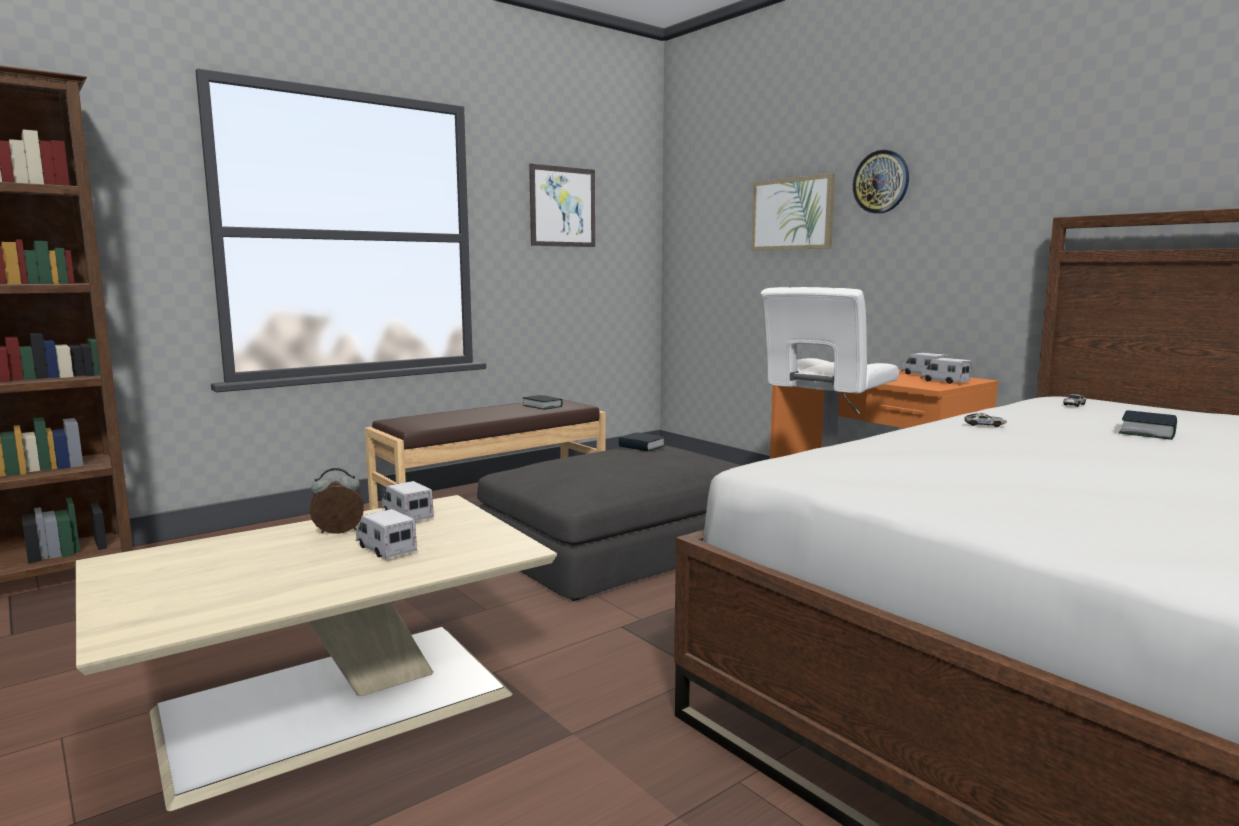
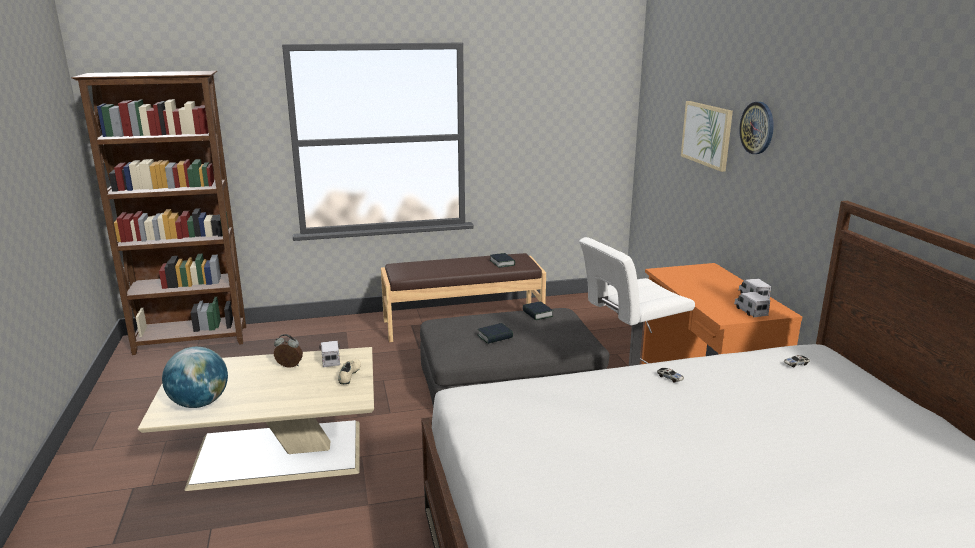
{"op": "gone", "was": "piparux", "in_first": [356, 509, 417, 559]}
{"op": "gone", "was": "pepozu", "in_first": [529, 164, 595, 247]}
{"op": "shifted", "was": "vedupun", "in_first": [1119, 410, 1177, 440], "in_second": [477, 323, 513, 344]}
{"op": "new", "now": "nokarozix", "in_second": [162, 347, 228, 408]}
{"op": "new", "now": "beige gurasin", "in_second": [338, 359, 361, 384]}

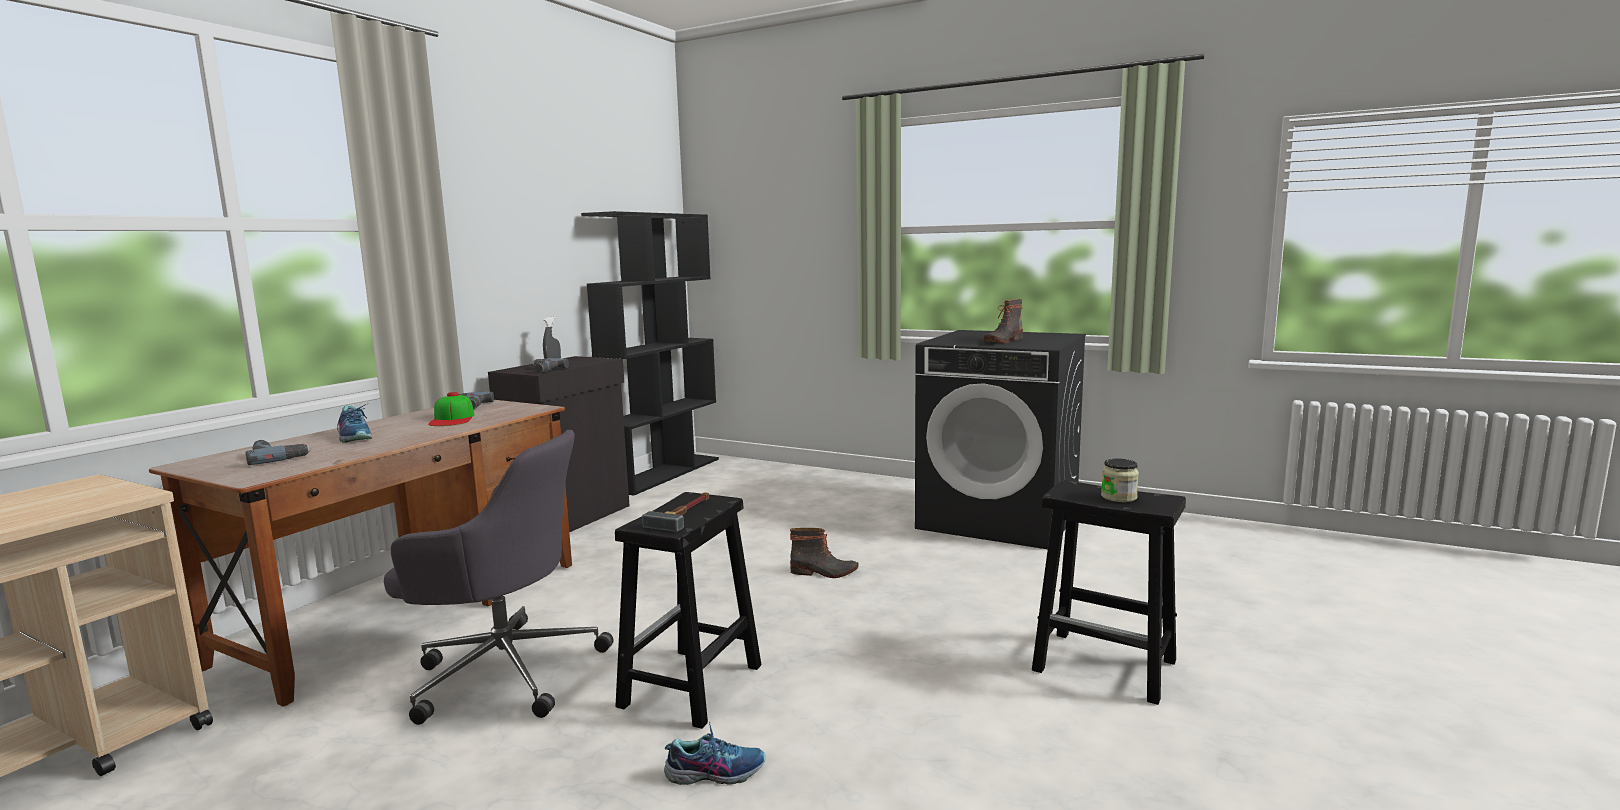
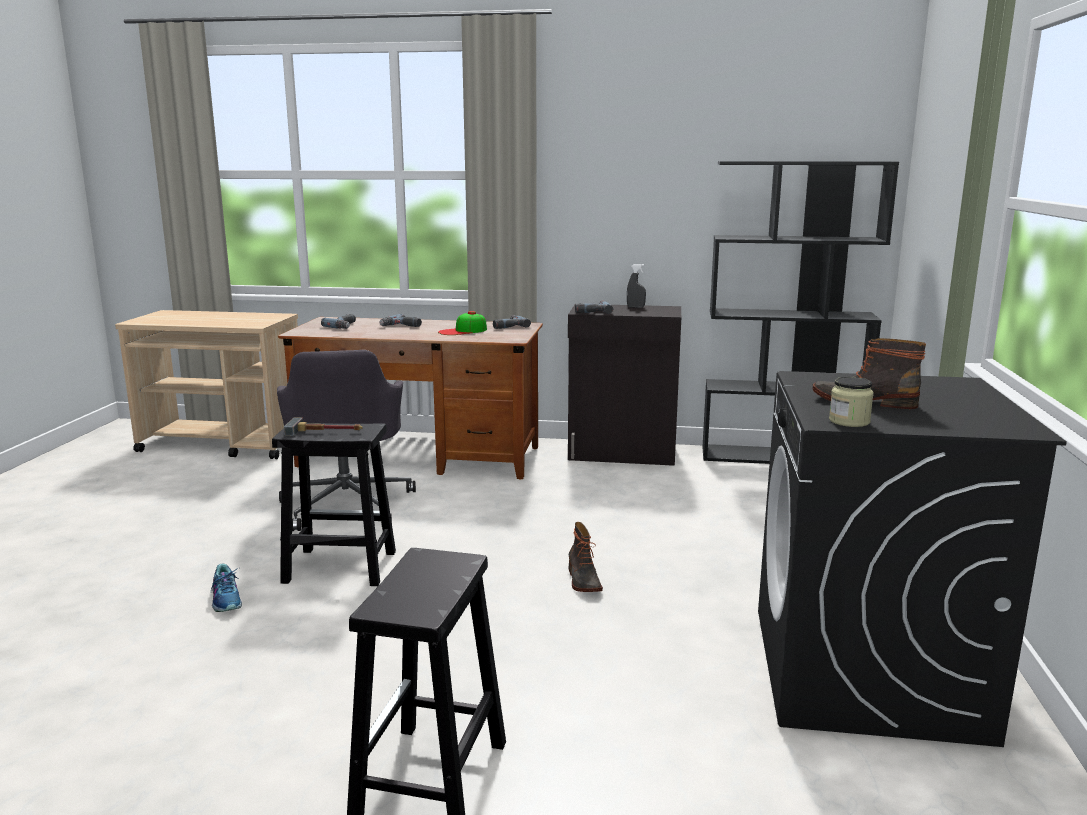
{"op": "swapped", "was": "gurasin", "now": "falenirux", "in_first": [337, 404, 372, 443], "in_second": [379, 314, 422, 327]}
{"op": "shifted", "was": "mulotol", "in_first": [1101, 458, 1139, 502], "in_second": [829, 377, 874, 427]}

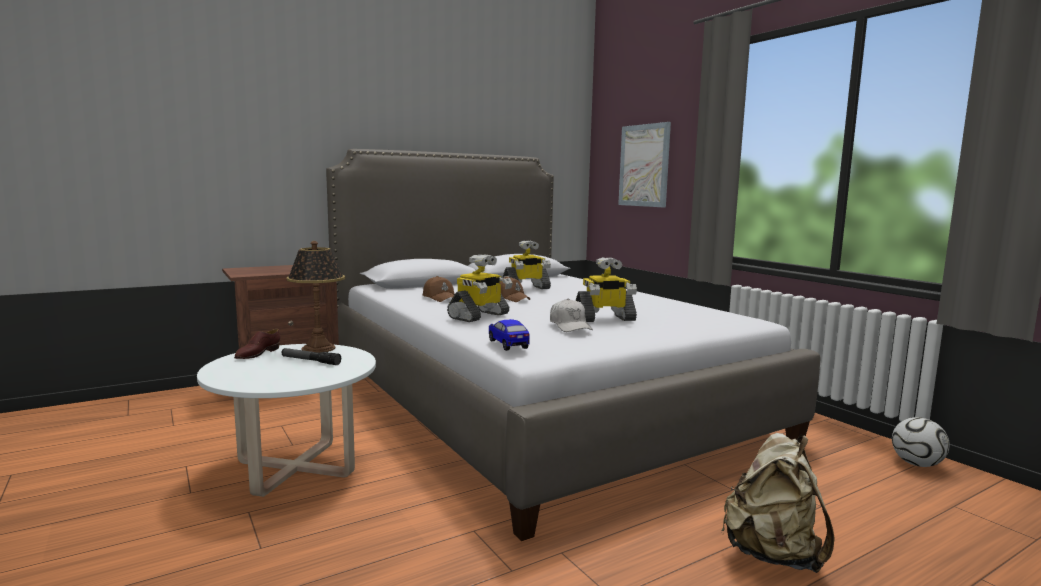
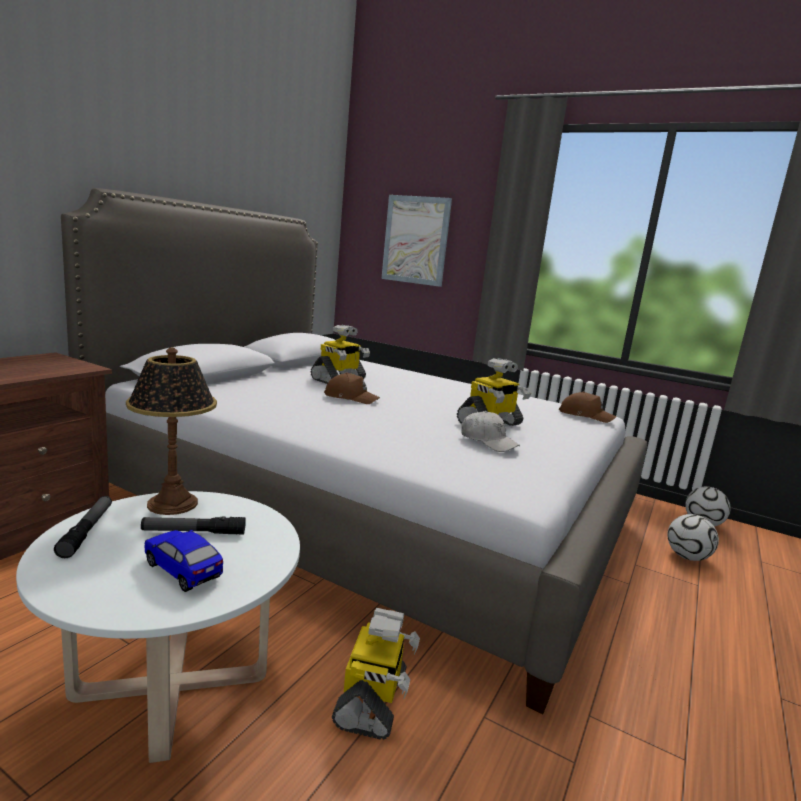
{"op": "swapped", "was": "brown gurasin", "now": "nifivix", "in_first": [234, 329, 280, 359], "in_second": [54, 496, 112, 558]}
{"op": "shifted", "was": "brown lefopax", "in_first": [423, 276, 455, 302], "in_second": [559, 392, 616, 423]}
{"op": "shifted", "was": "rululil", "in_first": [447, 254, 513, 322], "in_second": [332, 608, 420, 740]}
{"op": "shifted", "was": "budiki", "in_first": [489, 319, 530, 351], "in_second": [144, 530, 223, 592]}
{"op": "gone", "was": "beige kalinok", "in_first": [721, 433, 835, 573]}
{"op": "new", "now": "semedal", "in_second": [667, 514, 719, 561]}

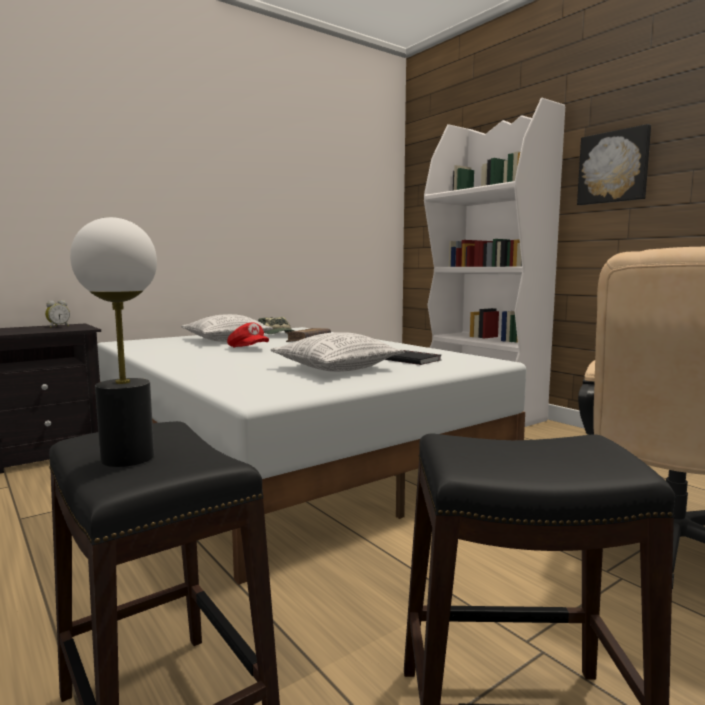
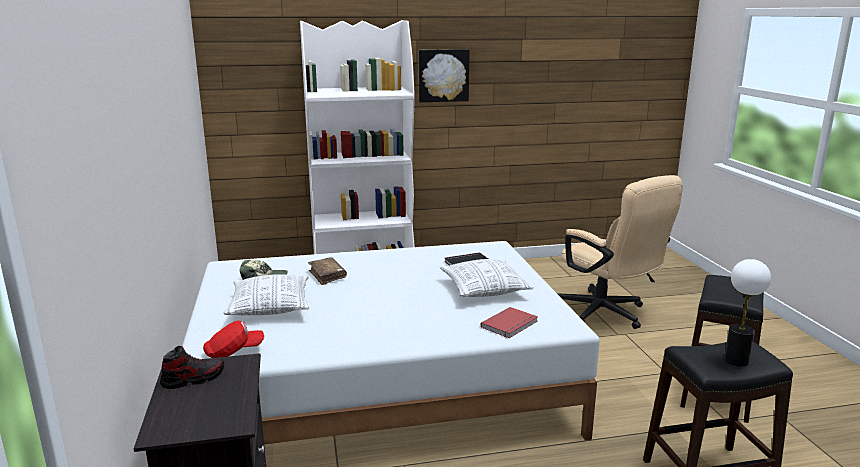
{"op": "swapped", "was": "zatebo", "now": "gurasin", "in_first": [45, 300, 70, 328], "in_second": [160, 346, 224, 389]}
{"op": "shifted", "was": "red lefopax", "in_first": [227, 322, 269, 348], "in_second": [203, 321, 264, 358]}
{"op": "new", "now": "red vedupun", "in_second": [481, 307, 538, 338]}

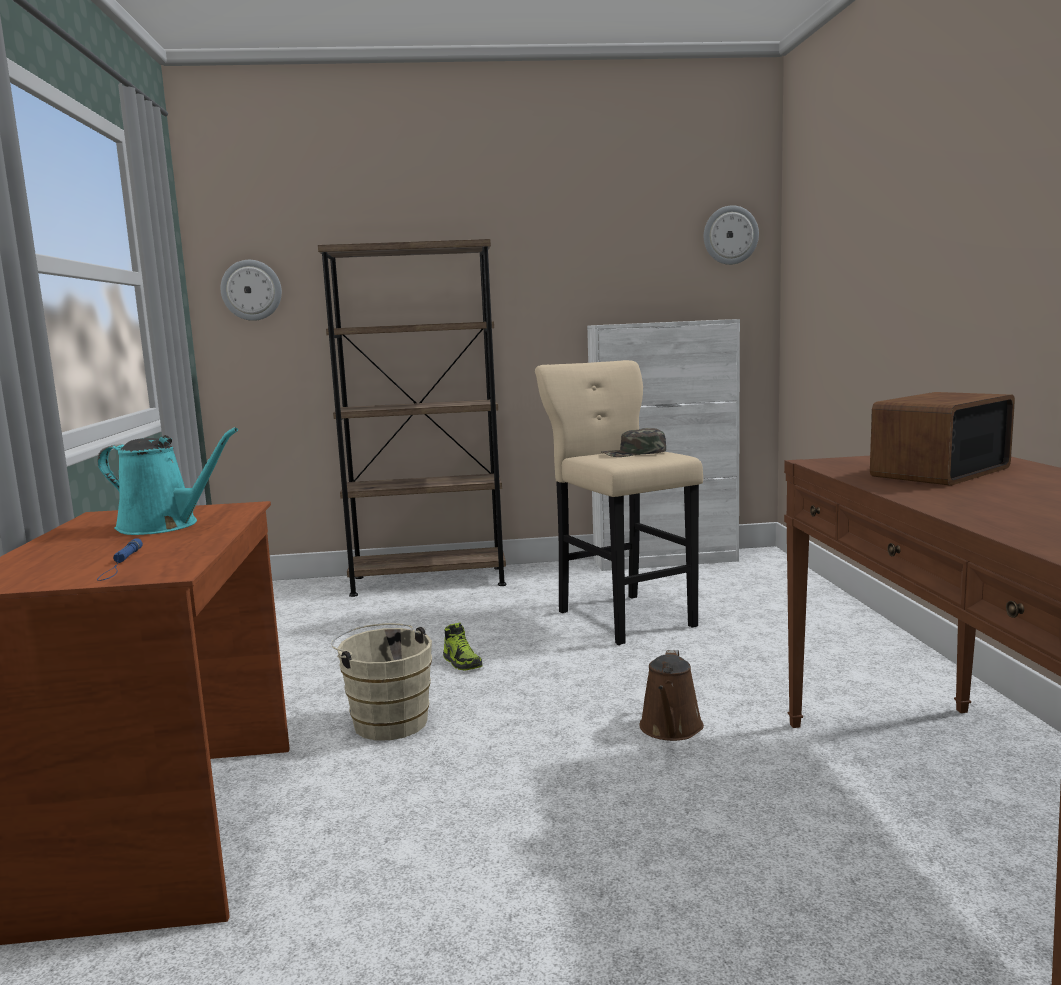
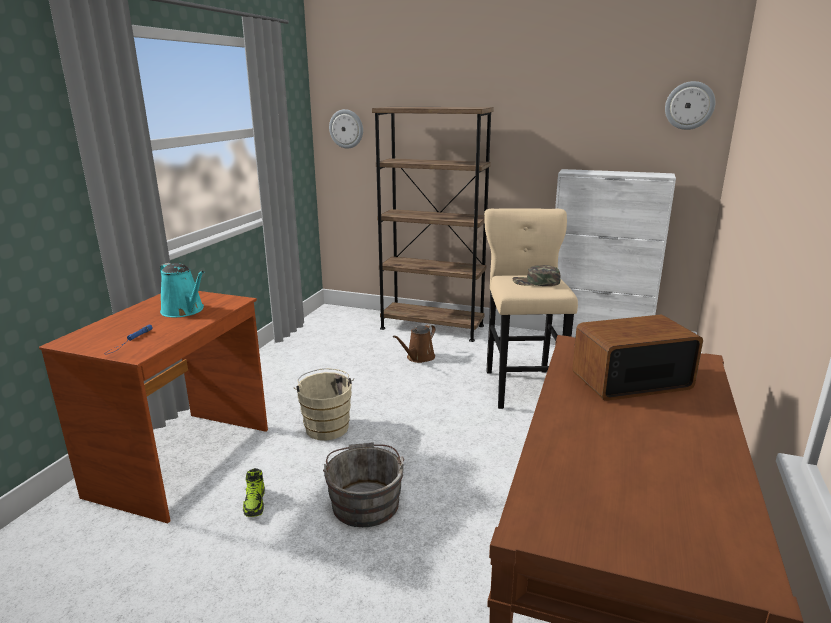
{"op": "shifted", "was": "gurasin", "in_first": [443, 623, 483, 671], "in_second": [243, 468, 265, 517]}
{"op": "shifted", "was": "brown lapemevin", "in_first": [639, 650, 704, 741], "in_second": [393, 324, 436, 363]}
{"op": "new", "now": "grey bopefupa", "in_second": [323, 443, 404, 527]}

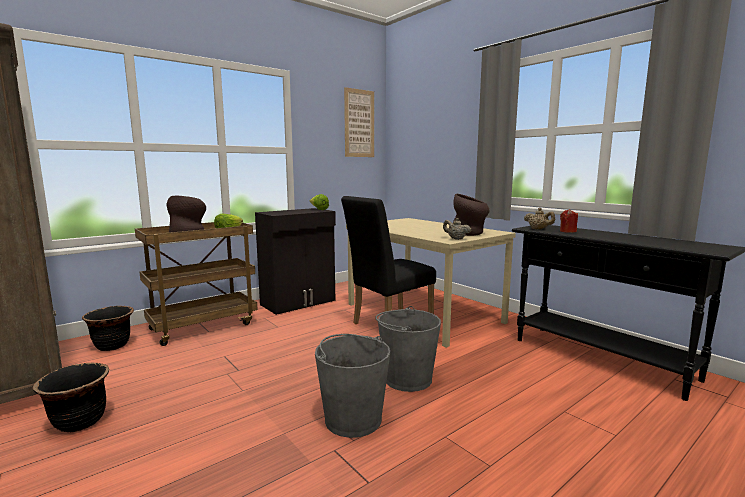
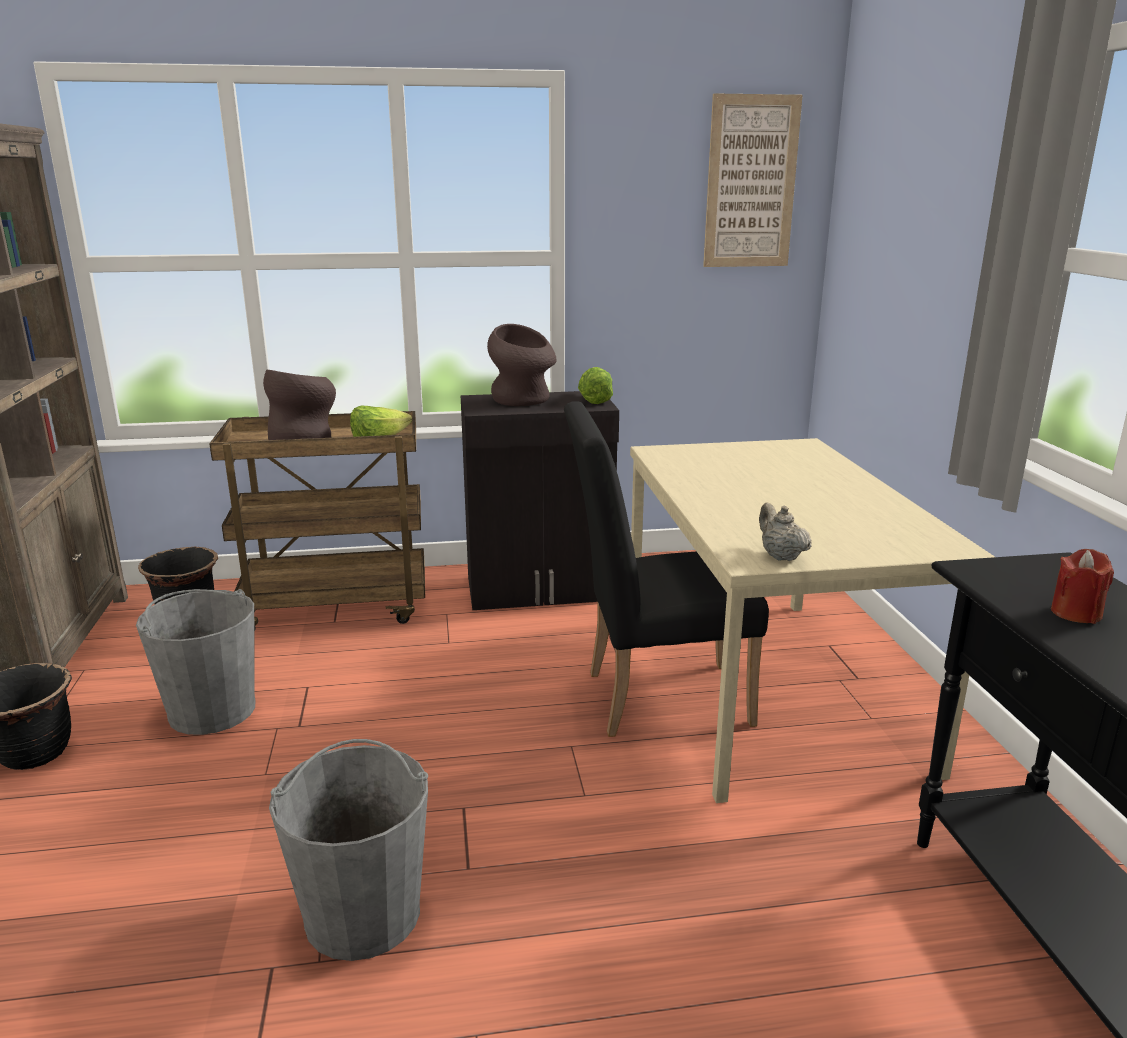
{"op": "shifted", "was": "grey bopefupa", "in_first": [376, 306, 441, 392], "in_second": [136, 589, 256, 735]}
{"op": "shifted", "was": "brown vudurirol", "in_first": [453, 194, 490, 236], "in_second": [487, 324, 557, 406]}
{"op": "gone", "was": "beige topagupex", "in_first": [524, 208, 555, 229]}

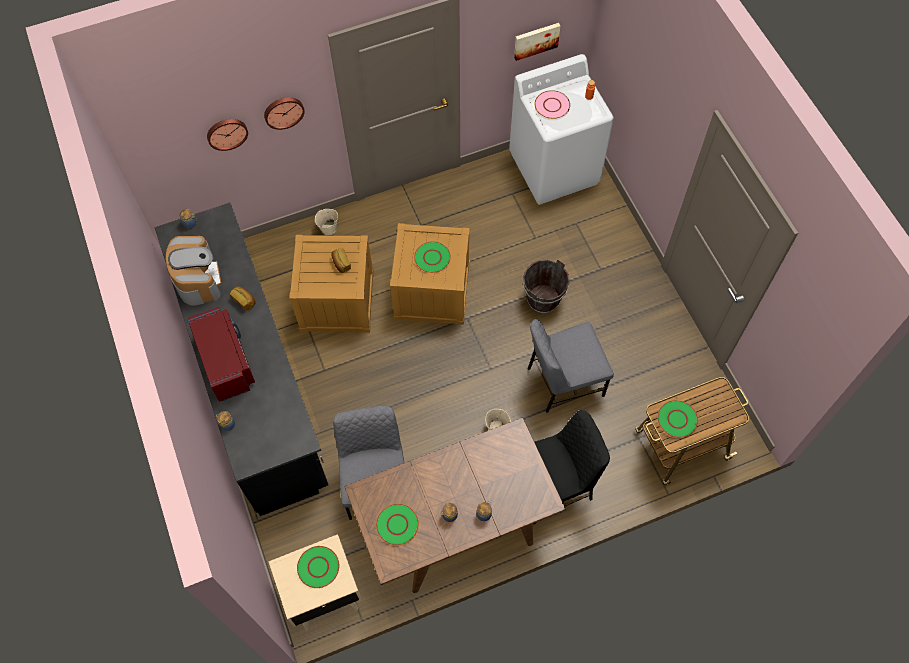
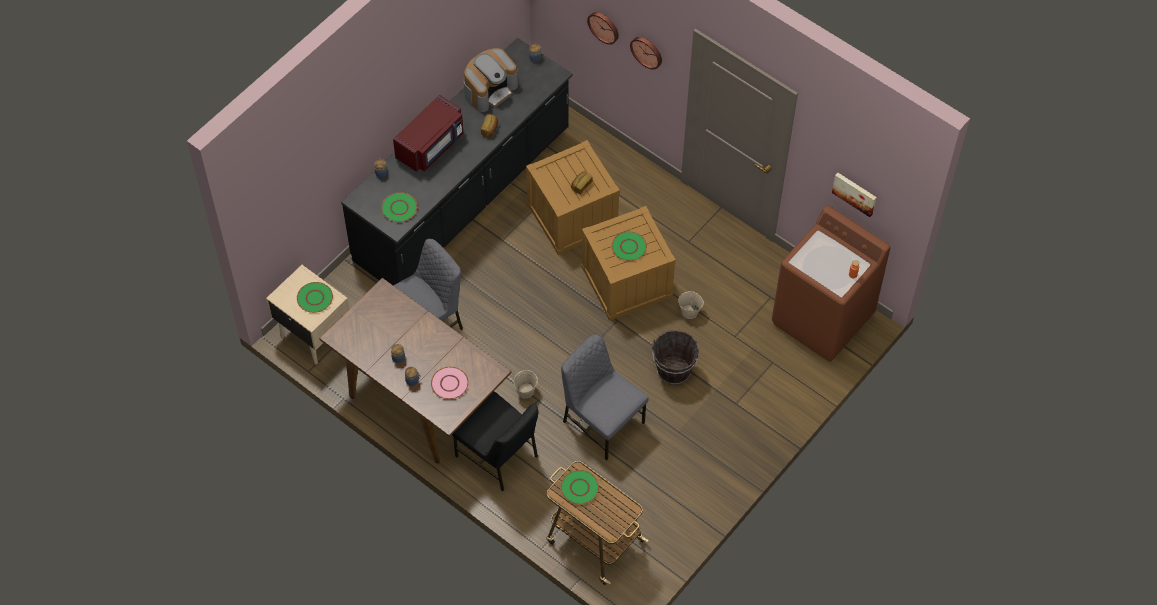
{"op": "shifted", "was": "beige bopefupa", "in_first": [315, 209, 338, 235], "in_second": [678, 290, 704, 319]}
{"op": "shifted", "was": "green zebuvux", "in_first": [376, 504, 419, 545], "in_second": [381, 192, 417, 222]}
{"op": "repainted", "was": "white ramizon", "now": "brown ramizon", "in_first": [509, 54, 614, 205], "in_second": [772, 206, 891, 362]}
{"op": "shifted", "was": "pink zebuvux", "in_first": [534, 90, 570, 119], "in_second": [431, 367, 468, 399]}

